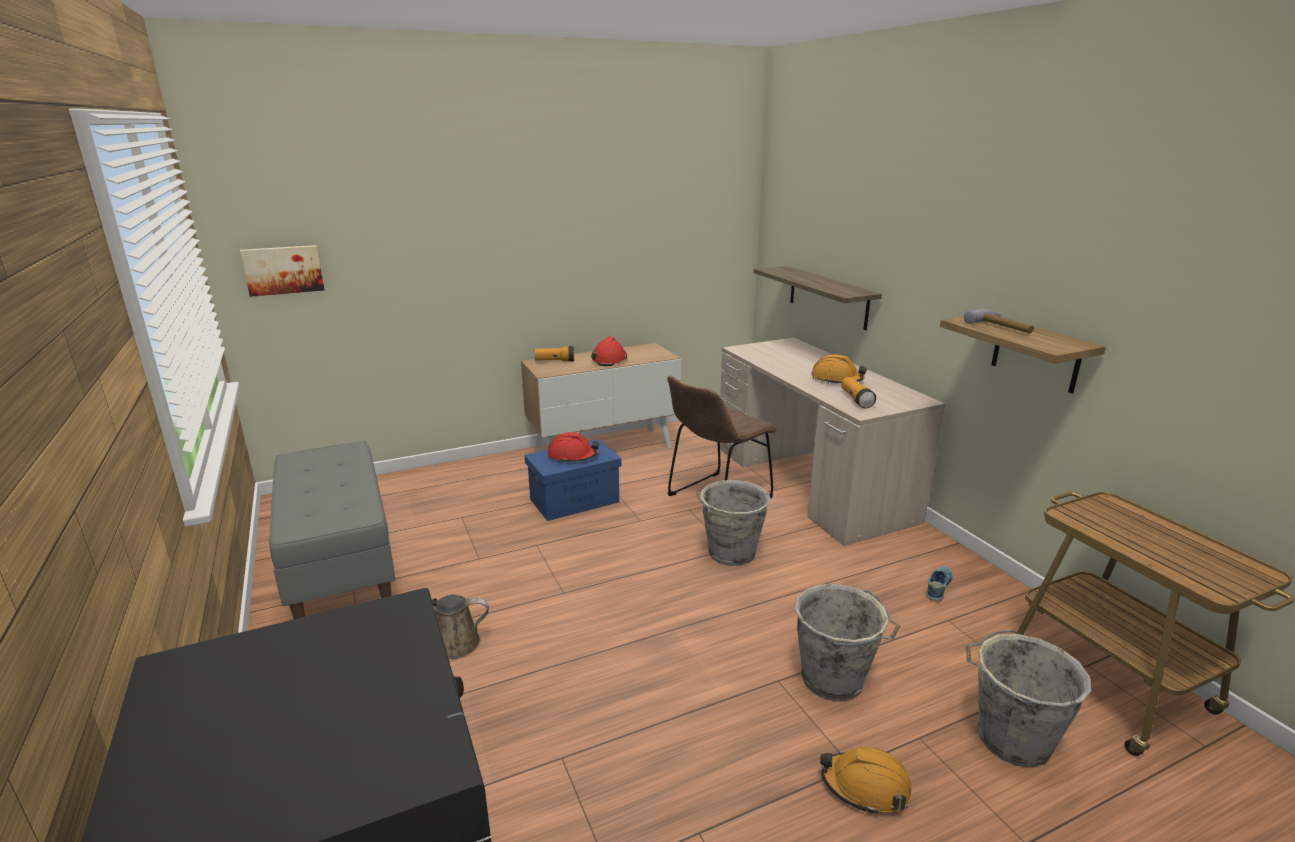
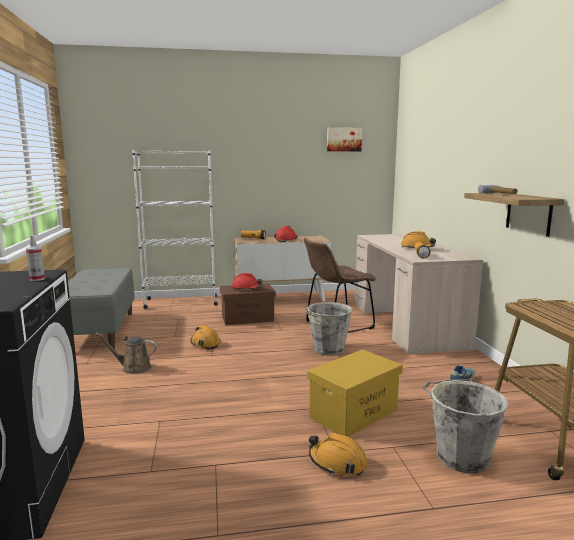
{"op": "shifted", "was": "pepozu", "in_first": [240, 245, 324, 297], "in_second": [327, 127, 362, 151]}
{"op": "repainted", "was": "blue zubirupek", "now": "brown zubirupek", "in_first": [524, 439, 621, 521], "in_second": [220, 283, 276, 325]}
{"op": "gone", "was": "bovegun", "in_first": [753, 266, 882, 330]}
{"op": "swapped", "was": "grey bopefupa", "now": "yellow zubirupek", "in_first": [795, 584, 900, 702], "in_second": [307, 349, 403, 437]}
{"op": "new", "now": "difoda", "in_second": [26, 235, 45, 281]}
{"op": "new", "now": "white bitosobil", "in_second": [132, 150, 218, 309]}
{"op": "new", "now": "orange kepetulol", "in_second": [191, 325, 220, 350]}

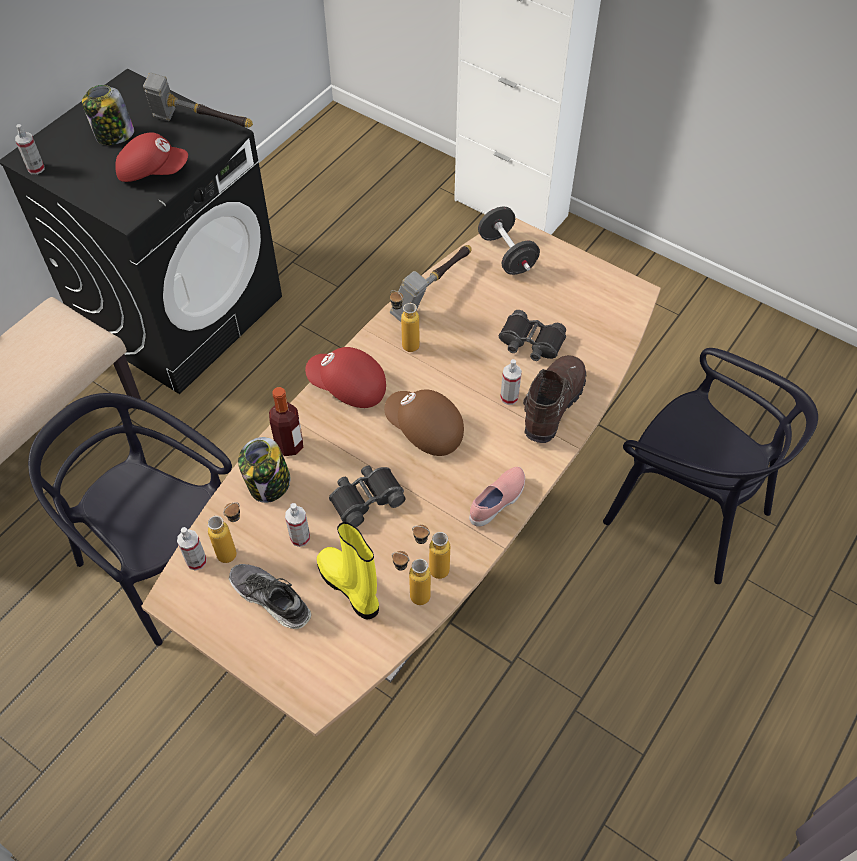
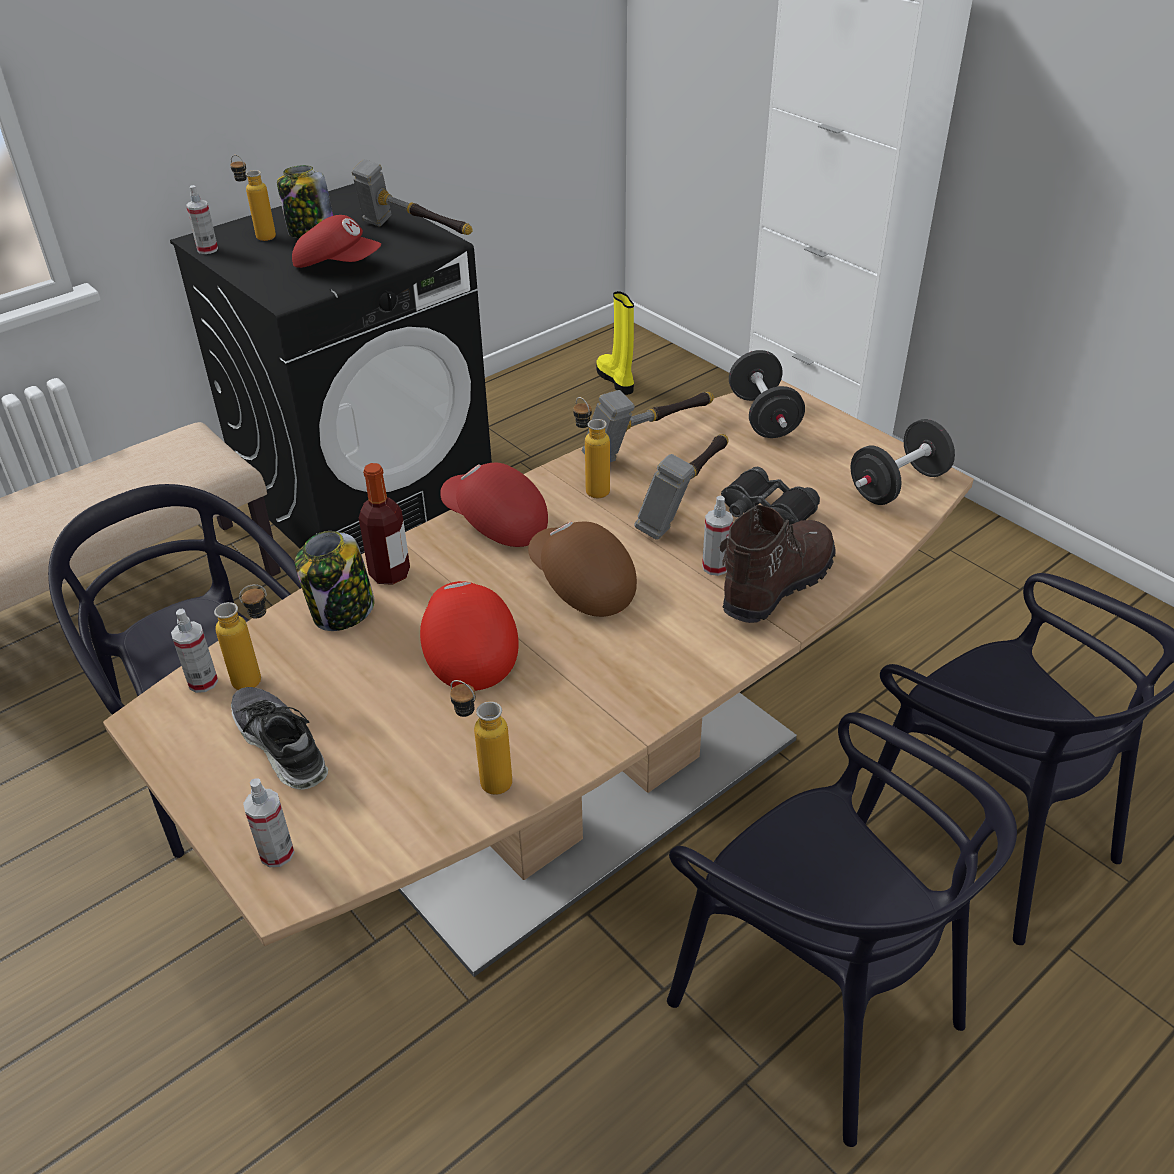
{"op": "shifted", "was": "difoda", "in_first": [285, 503, 310, 547], "in_second": [243, 778, 295, 867]}
{"op": "shifted", "was": "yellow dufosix", "in_first": [317, 522, 379, 619], "in_second": [596, 291, 634, 395]}
{"op": "swapped", "was": "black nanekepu", "now": "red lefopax", "in_first": [329, 465, 405, 527], "in_second": [420, 581, 519, 691]}
{"op": "shifted", "was": "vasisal", "in_first": [412, 525, 450, 579], "in_second": [230, 155, 276, 241]}
{"op": "gone", "was": "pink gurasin", "in_first": [469, 467, 525, 527]}
{"op": "new", "now": "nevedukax", "in_second": [634, 434, 729, 539]}
{"op": "new", "now": "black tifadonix", "in_second": [667, 712, 1017, 1147]}
{"op": "new", "now": "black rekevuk", "in_second": [850, 419, 955, 505]}

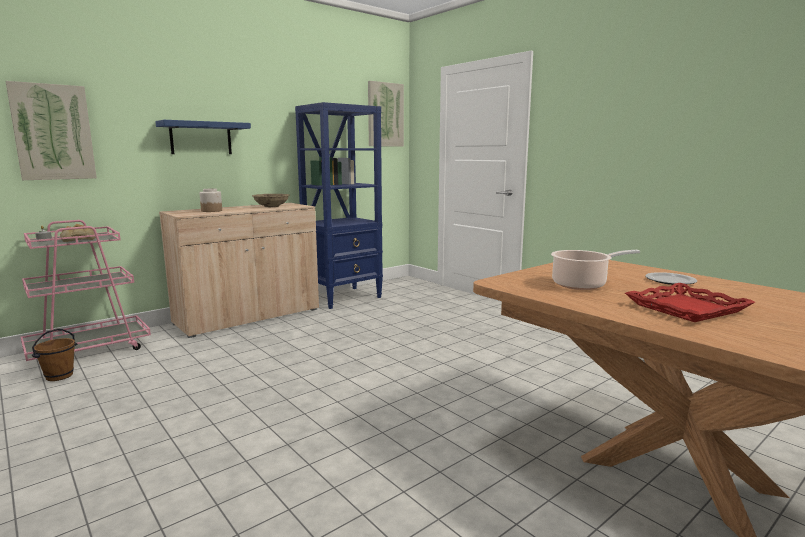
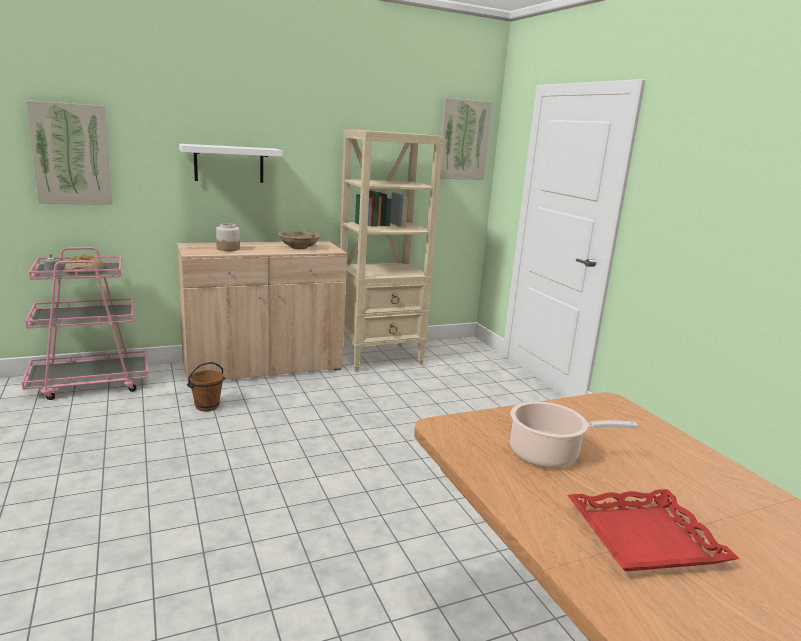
{"op": "shifted", "was": "brown bopefupa", "in_first": [32, 329, 77, 381], "in_second": [187, 362, 225, 411]}
{"op": "repainted", "was": "blue bovegun", "now": "white bovegun", "in_first": [155, 120, 251, 154], "in_second": [179, 144, 282, 183]}
{"op": "repainted", "was": "blue bitosobil", "now": "beige bitosobil", "in_first": [295, 102, 383, 309], "in_second": [340, 129, 444, 372]}
{"op": "gone", "was": "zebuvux", "in_first": [645, 272, 697, 285]}

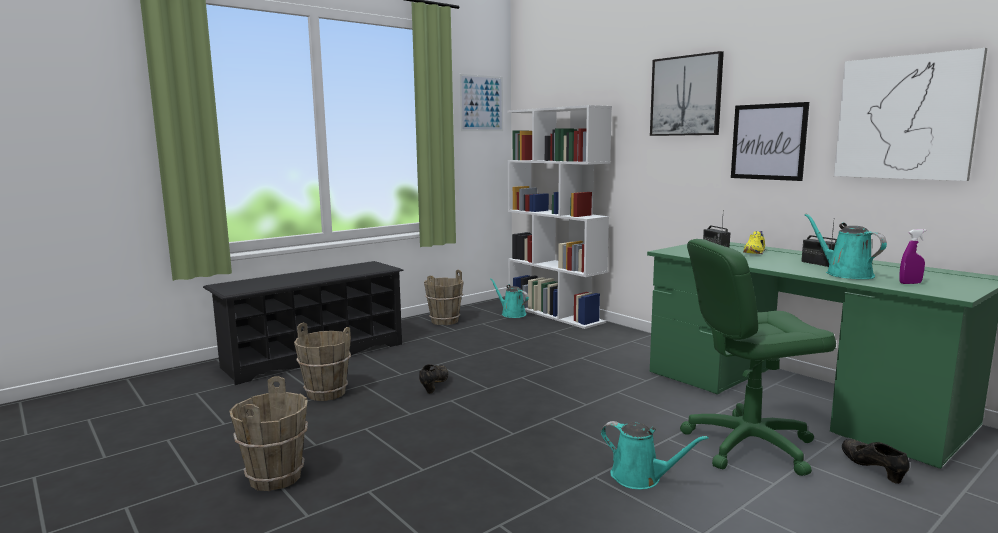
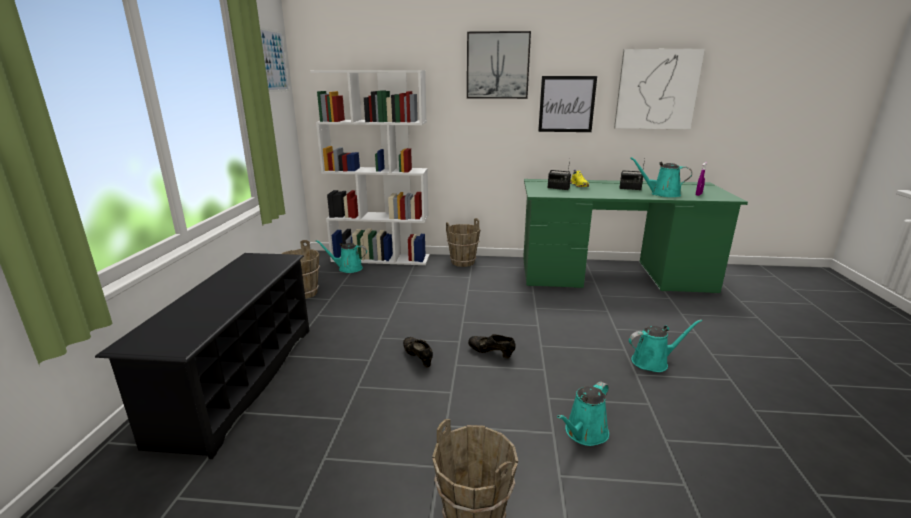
{"op": "shifted", "was": "brown bopefupa", "in_first": [294, 323, 351, 401], "in_second": [446, 218, 480, 267]}
{"op": "gone", "was": "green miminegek", "in_first": [680, 239, 836, 476]}
{"op": "shifted", "was": "black gurasin", "in_first": [842, 439, 910, 484], "in_second": [468, 334, 516, 358]}
{"op": "new", "now": "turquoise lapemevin", "in_second": [557, 381, 609, 446]}

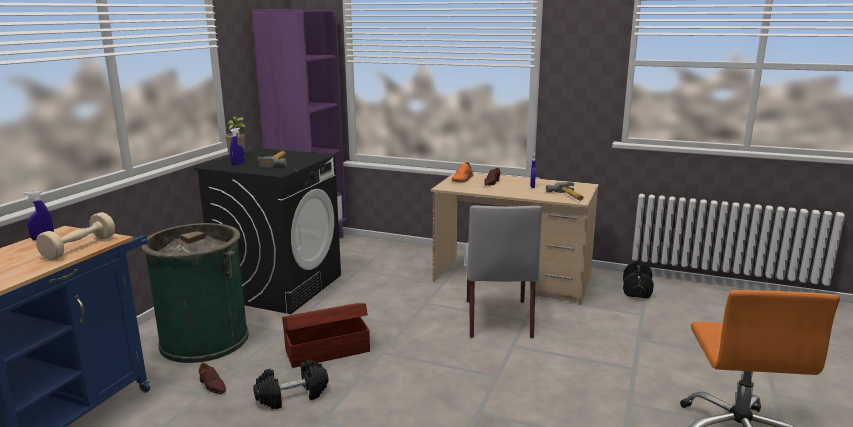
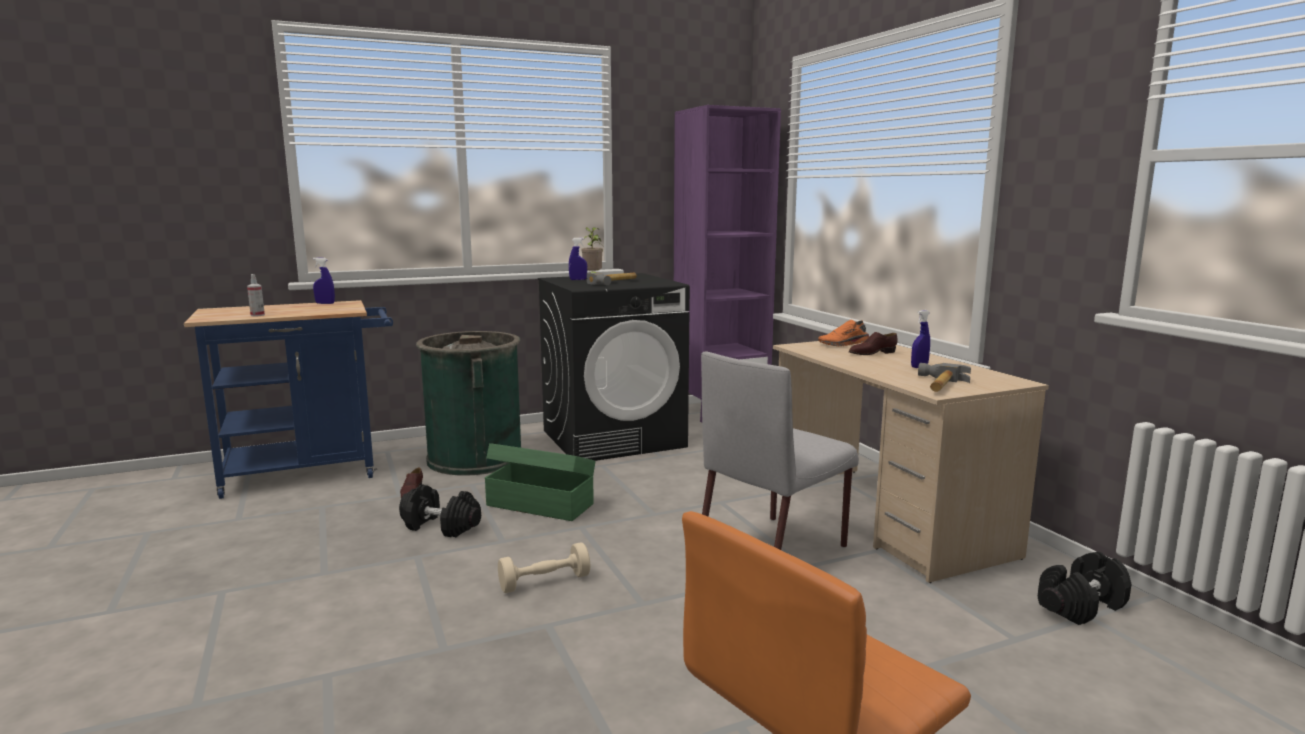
{"op": "shifted", "was": "beige rekevuk", "in_first": [36, 212, 115, 260], "in_second": [498, 542, 591, 593]}
{"op": "repainted", "was": "brown zubirupek", "now": "green zubirupek", "in_first": [282, 303, 370, 368], "in_second": [485, 443, 596, 521]}
{"op": "new", "now": "difoda", "in_second": [247, 274, 265, 317]}

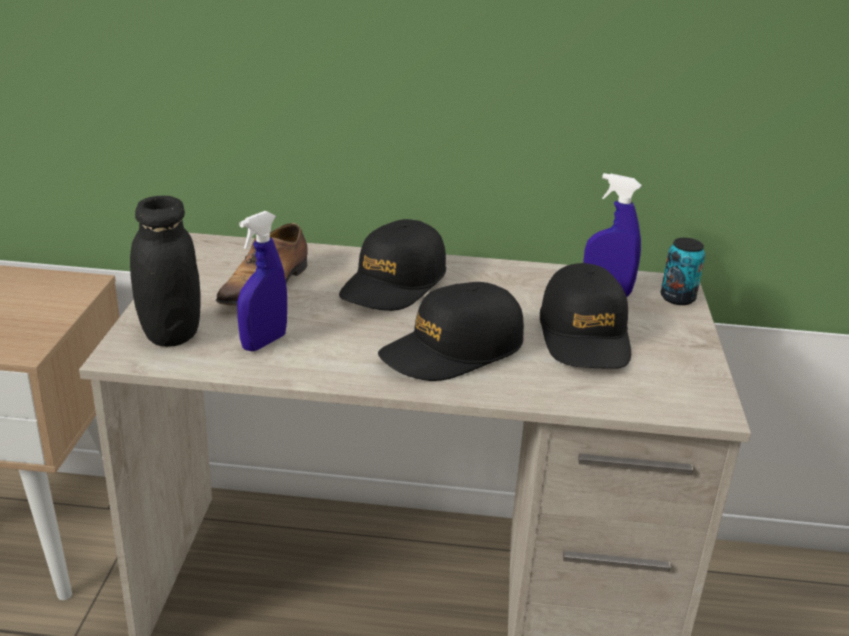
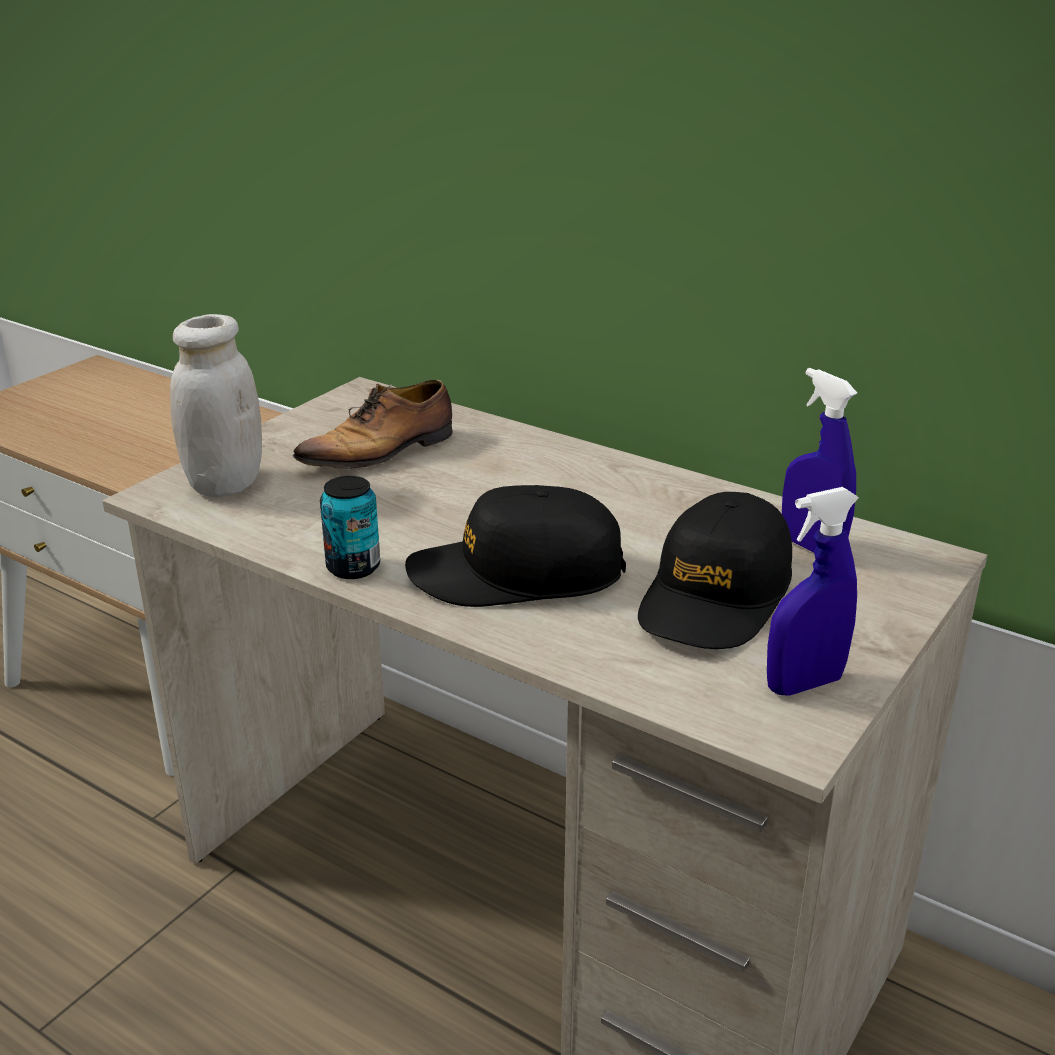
{"op": "repainted", "was": "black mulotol", "now": "white mulotol", "in_first": [130, 195, 201, 347], "in_second": [170, 314, 262, 497]}
{"op": "shifted", "was": "blue difoda", "in_first": [237, 211, 287, 351], "in_second": [767, 487, 859, 696]}
{"op": "gone", "was": "black lefopax", "in_first": [339, 219, 446, 311]}
{"op": "shifted", "was": "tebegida", "in_first": [661, 238, 705, 305], "in_second": [320, 476, 380, 579]}

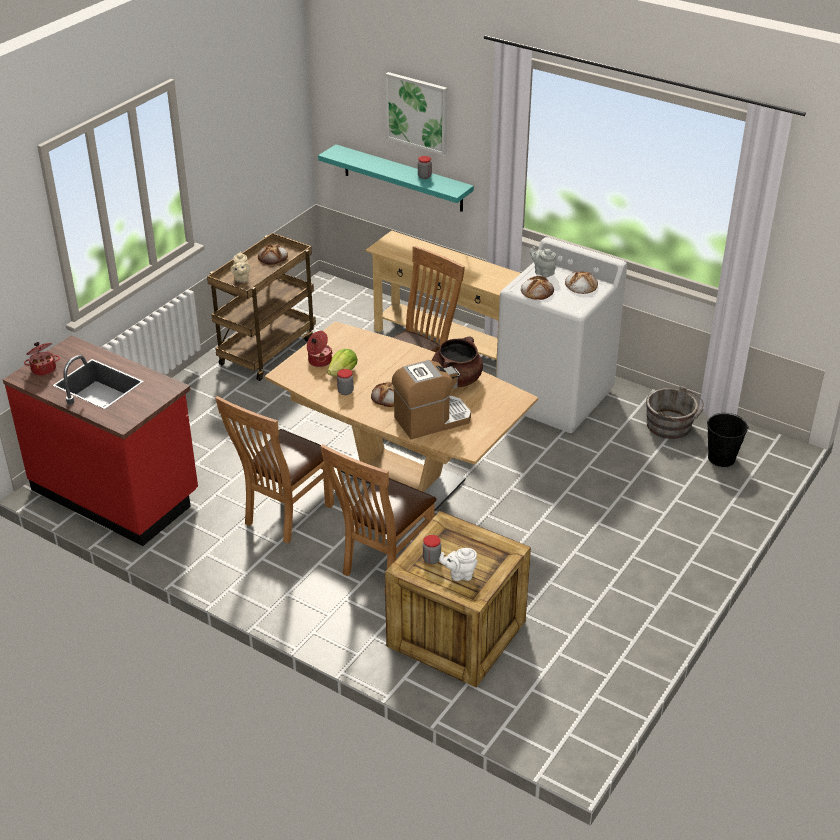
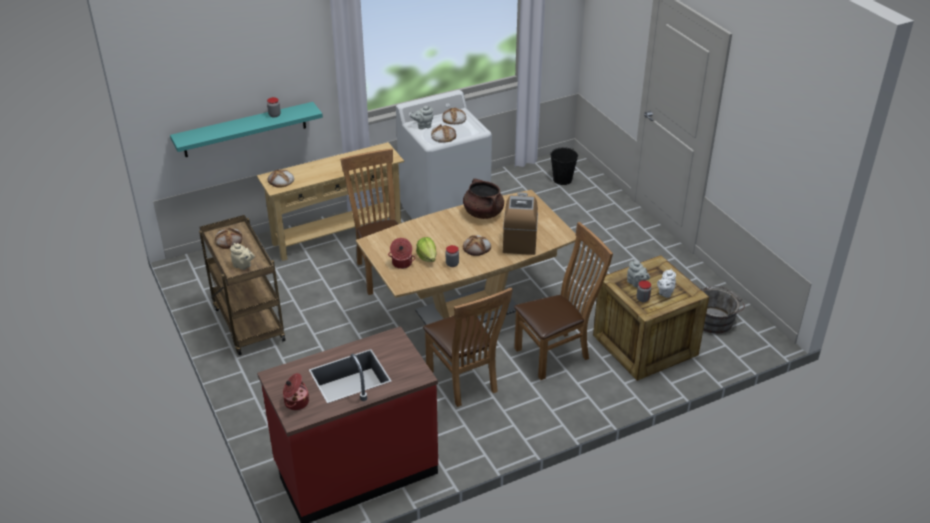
{"op": "rotated", "was": "brown tifadonix", "in_first": [320, 444, 437, 593], "in_second": [514, 222, 613, 380], "clockwise": -90}
{"op": "gone", "was": "pepozu", "in_first": [385, 72, 447, 155]}
{"op": "shifted", "was": "grey bopefupa", "in_first": [646, 386, 704, 439], "in_second": [701, 286, 745, 334]}
{"op": "new", "now": "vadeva", "in_second": [268, 170, 294, 188]}
{"op": "new", "now": "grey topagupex", "in_second": [627, 260, 650, 287]}

